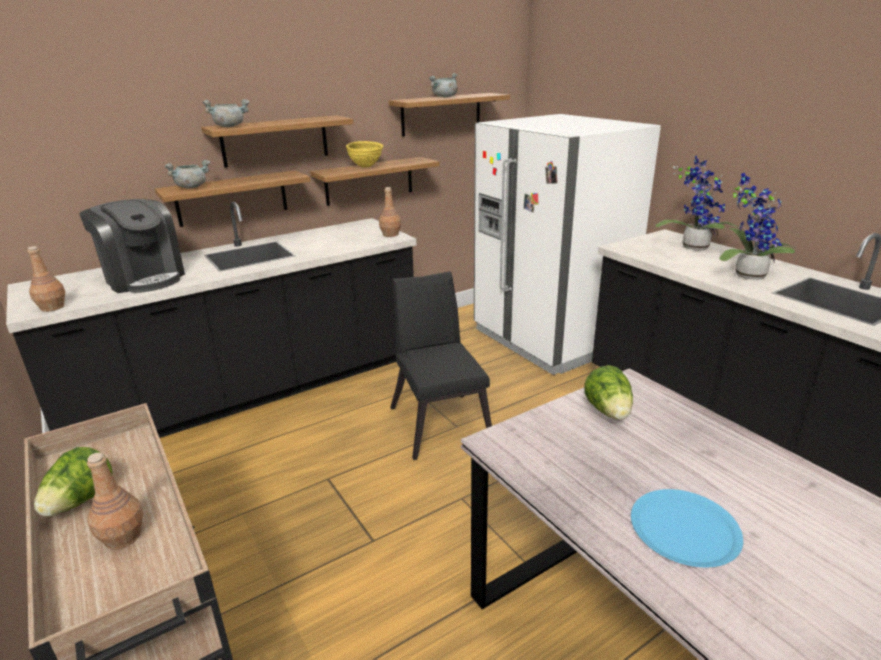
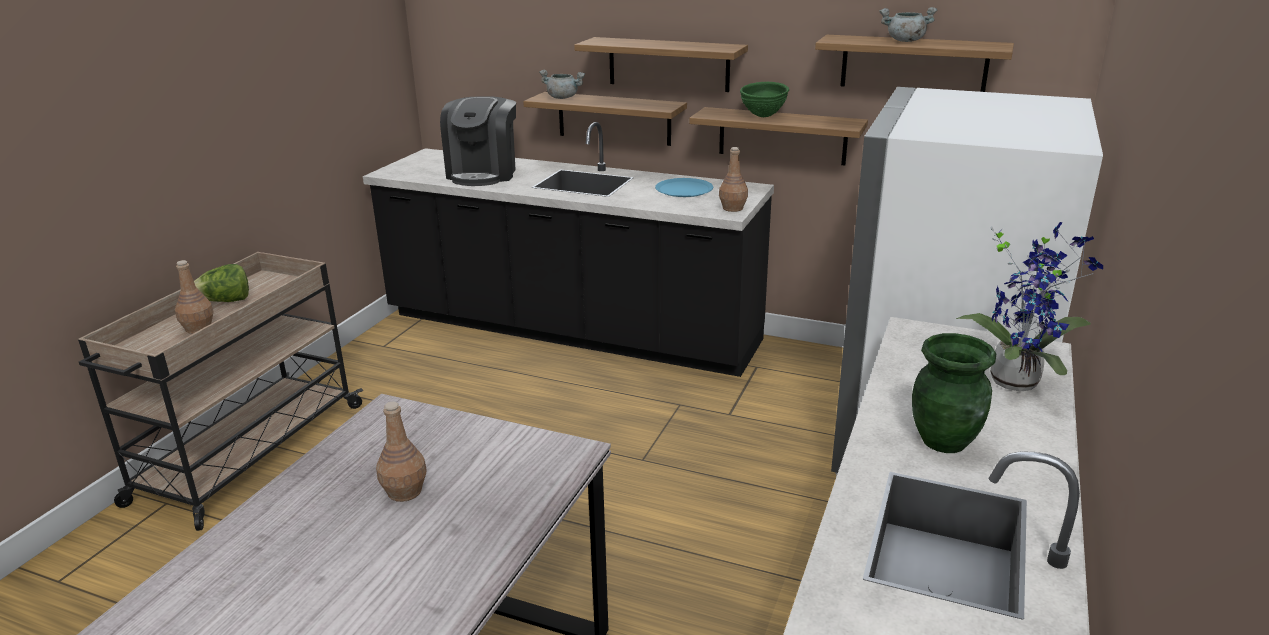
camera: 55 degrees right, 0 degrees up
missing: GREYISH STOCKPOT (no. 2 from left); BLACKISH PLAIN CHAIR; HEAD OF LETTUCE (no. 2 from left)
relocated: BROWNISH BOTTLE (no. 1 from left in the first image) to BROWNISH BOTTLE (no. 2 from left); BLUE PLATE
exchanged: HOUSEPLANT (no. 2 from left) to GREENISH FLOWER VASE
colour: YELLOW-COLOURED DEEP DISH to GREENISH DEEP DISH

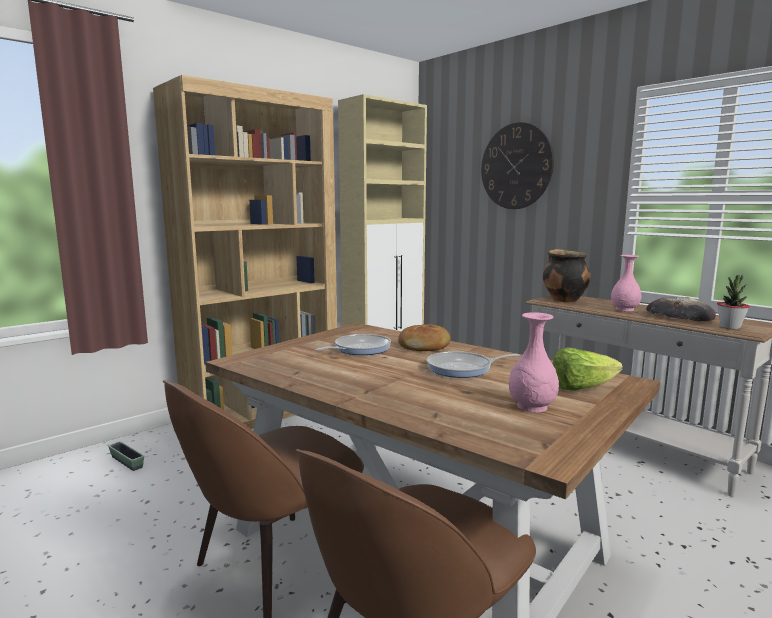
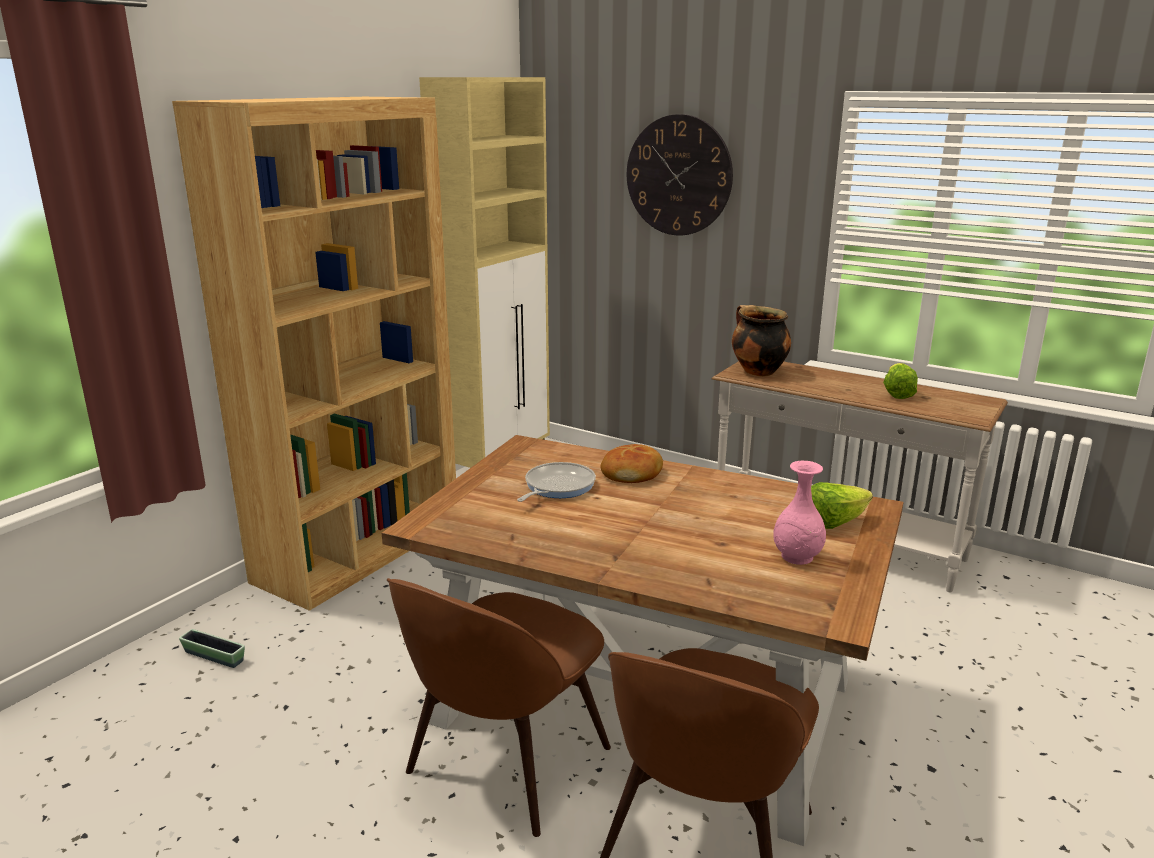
camera: 15 degrees left, 10 degrees up
missing: PAN (no. 2 from left); PINK-COLOURED FLOWER VASE (no. 2 from left); HOUSEPLANT
exchanged: BAKED BREAD (no. 2 from left) to HEAD OF LETTUCE (no. 2 from left)

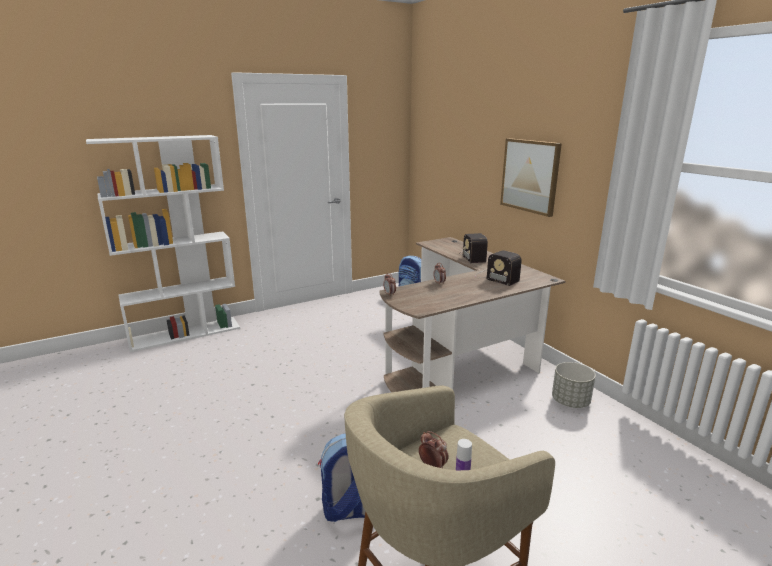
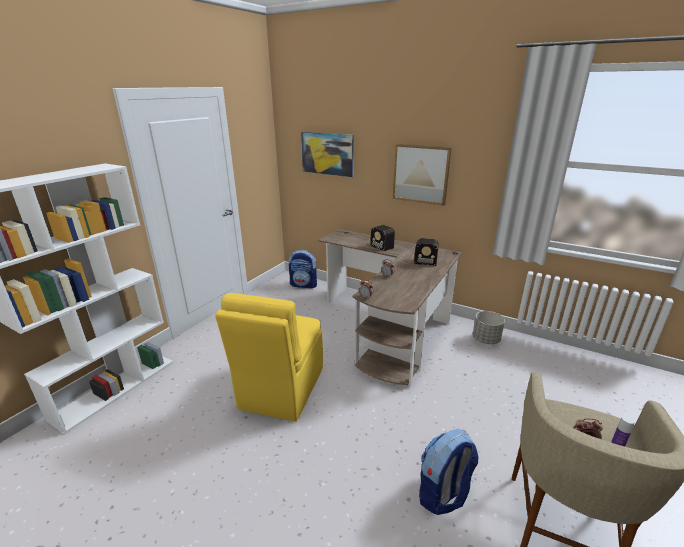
camera: 30 degrees left, 5 degrees up
appeared: YELLOW-COLOURED PLAIN CHAIR; WALL ART (no. 1 from left)

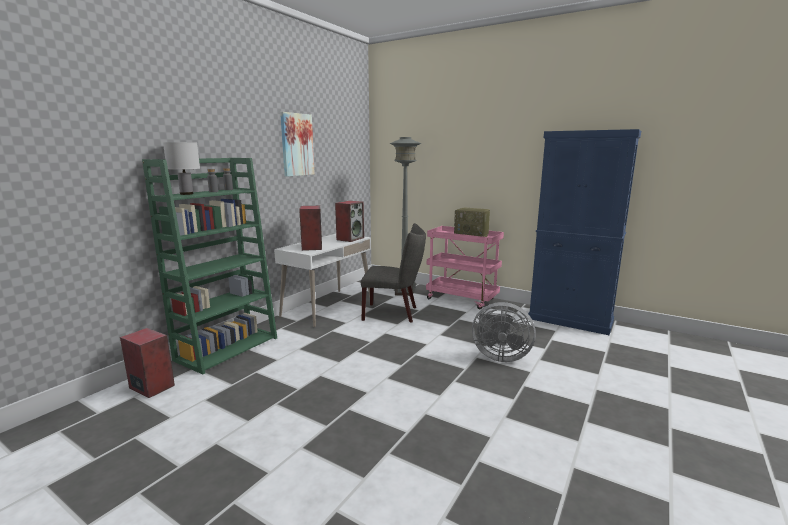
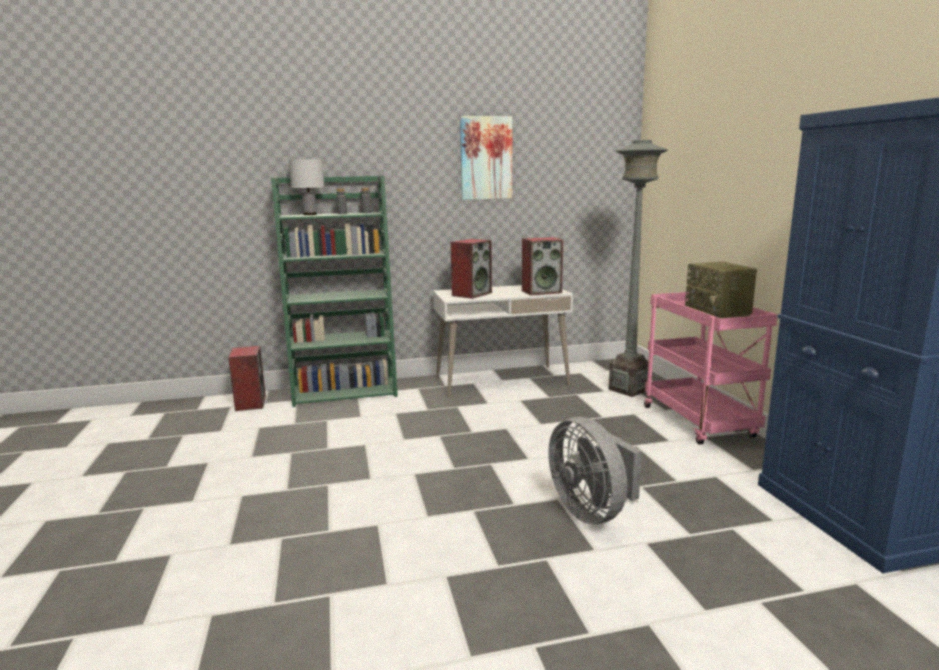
camera: 45 degrees right, 0 degrees up
missing: GREYISH PLAIN CHAIR

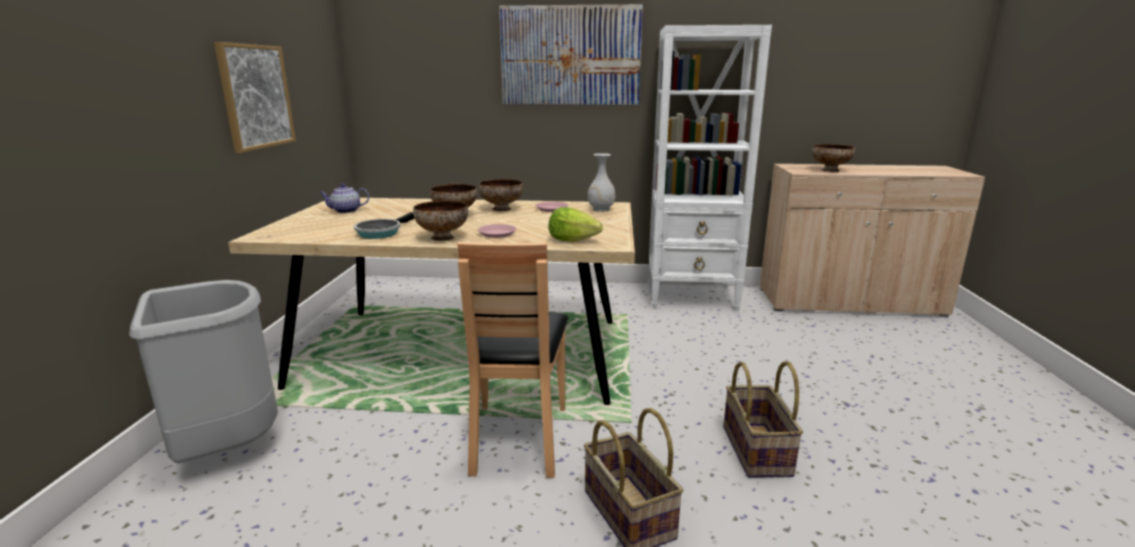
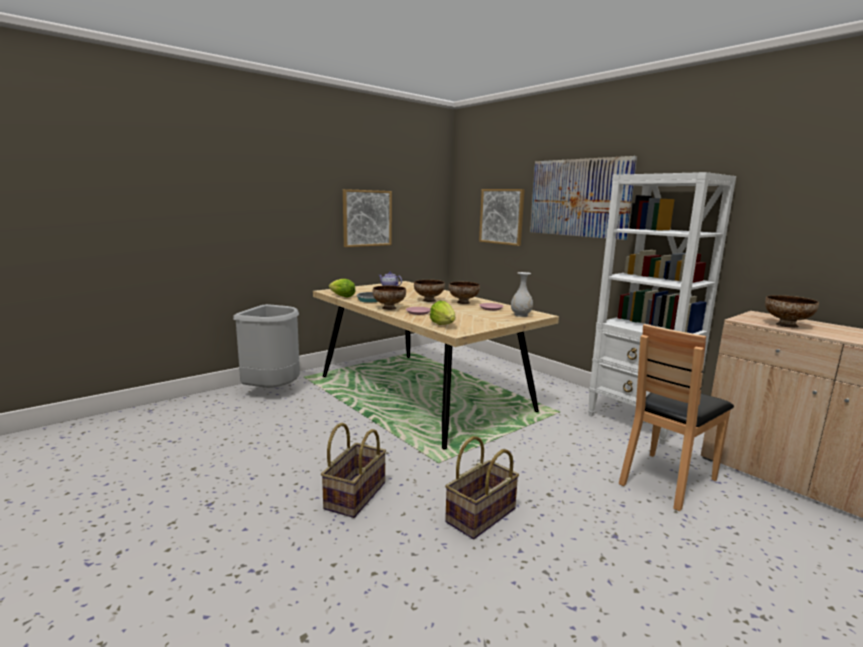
camera: 45 degrees right, 5 degrees down
appeared: HEAD OF LETTUCE (no. 1 from left); WALL ART (no. 2 from left)
relocated: BROWNISH PLAIN CHAIR

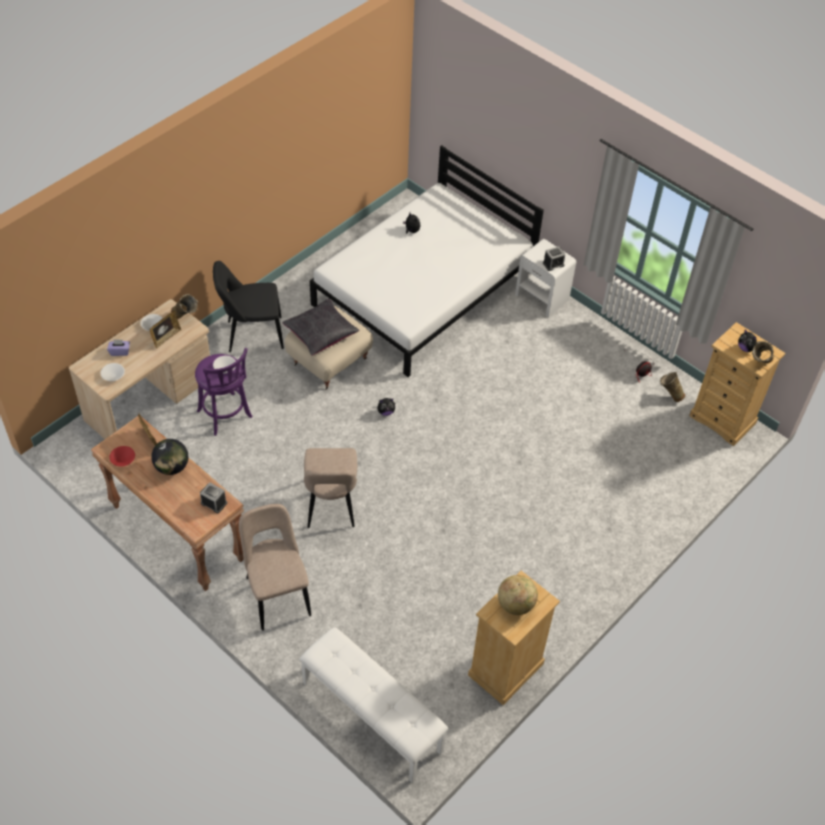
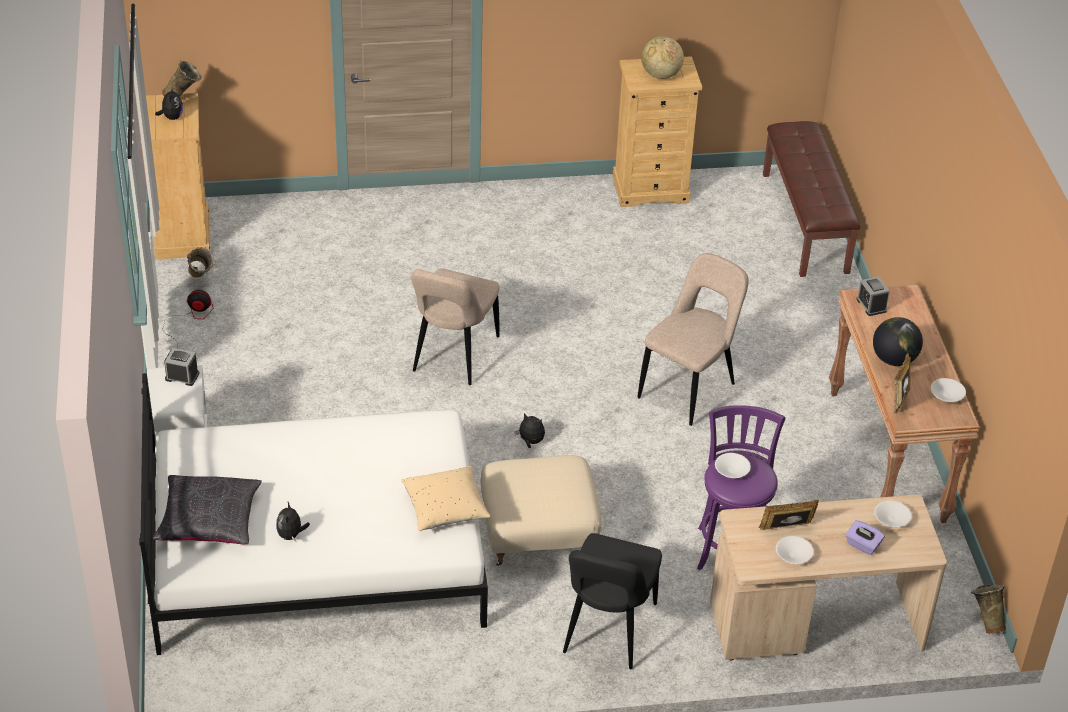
camera: 140 degrees left, 10 degrees down
appeared: BEIGE-COLOURED THROW PILLOW
relocated: BLACKISH THROW PILLOW; BEIGE-COLOURED PLAIN CHAIR (no. 1 from left); BEIGE-COLOURED FLOWER VASE (no. 1 from left in the first image) to BEIGE-COLOURED FLOWER VASE (no. 3 from left)
colour: WHITE INDOOR BENCH to BROWNISH INDOOR BENCH; REDDISH DEEP DISH to WHITE DEEP DISH (no. 4 from left)
spun: BLACKISH PLAIN CHAIR 75 degrees clockwise

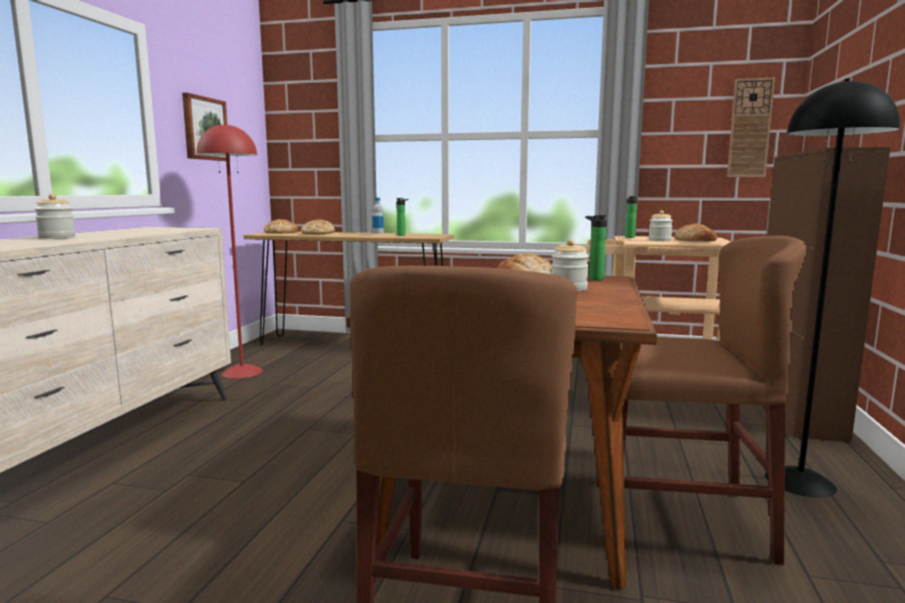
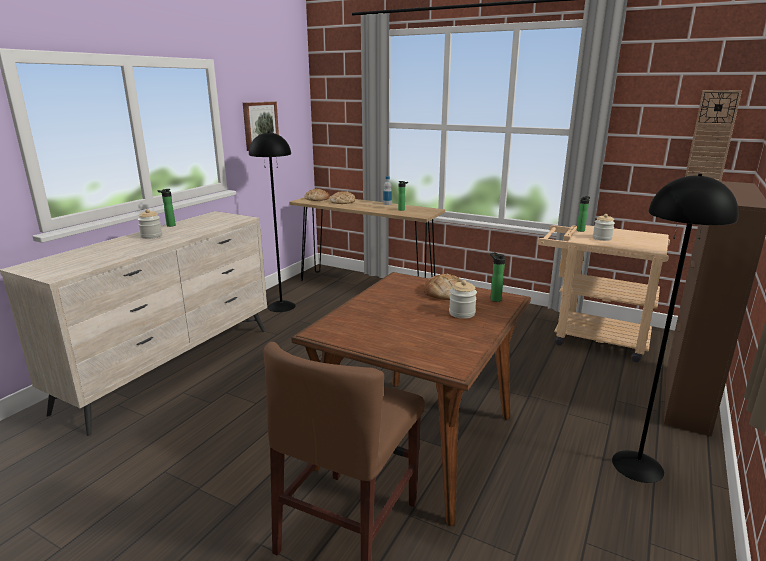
camera: 15 degrees right, 10 degrees up
missing: BROWNISH PLAIN CHAIR (no. 2 from left); BAKED BREAD (no. 4 from left)
appeared: BOTTLE (no. 1 from left)
colour: REDDISH FLOOR LAMP to BLACKISH FLOOR LAMP (no. 1 from left)

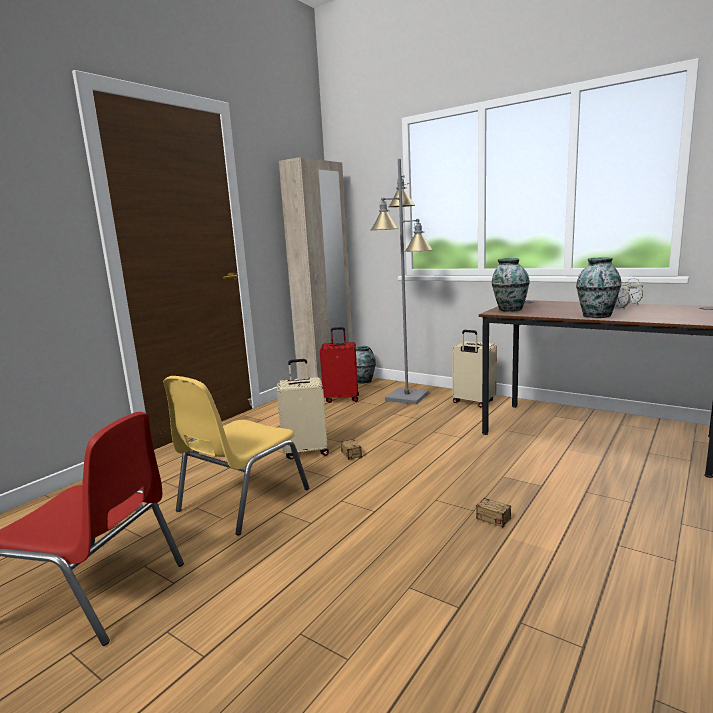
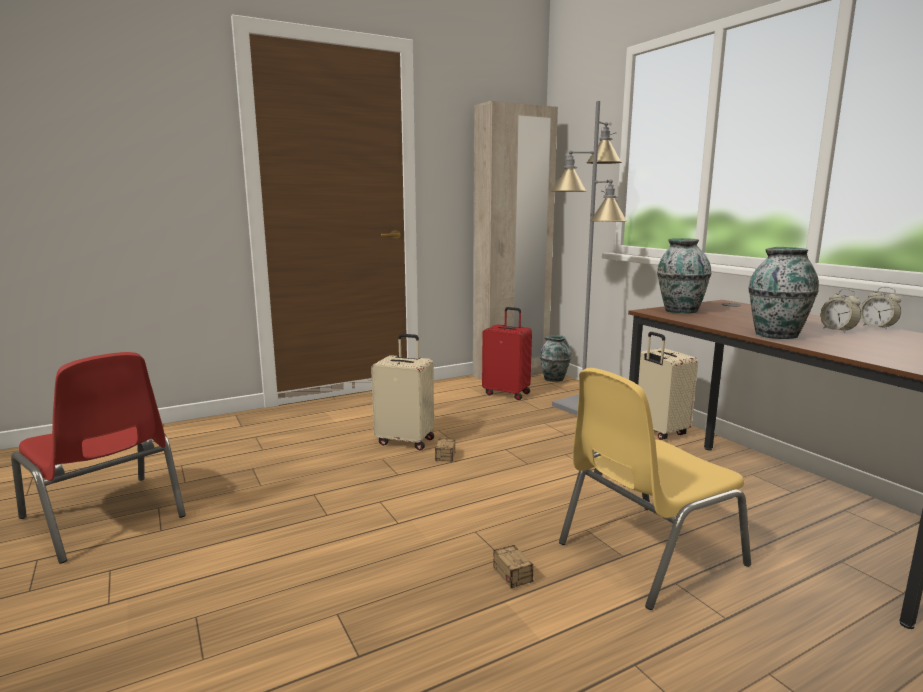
camera: 25 degrees right, 0 degrees up
relocated: YELLOW-COLOURED PLAIN CHAIR

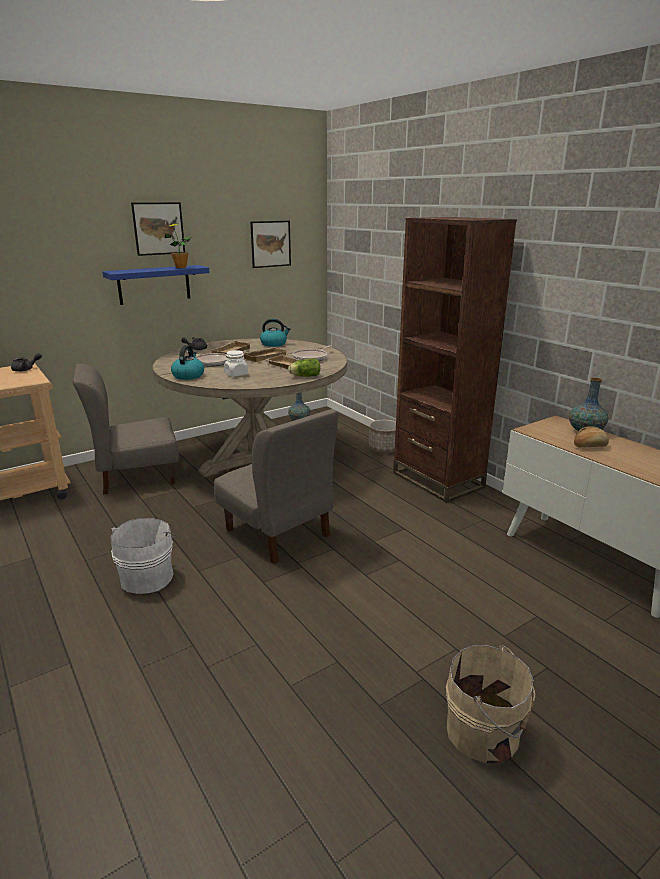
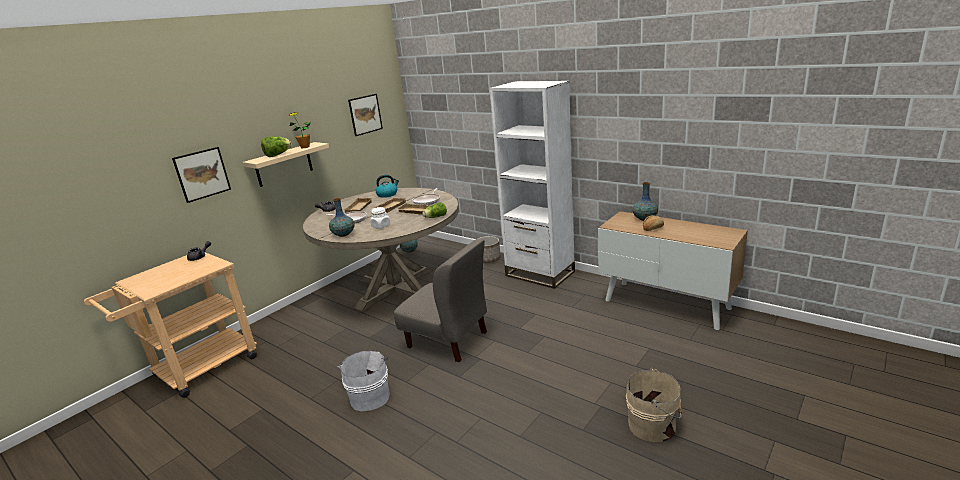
camera: 15 degrees left, 0 degrees up
missing: GREYISH PLAIN CHAIR (no. 1 from left)
appeared: HEAD OF LETTUCE (no. 1 from left)
relocated: WALL ART (no. 1 from left)
exchanged: WATER KETTLE (no. 1 from left) to FLOWER VASE (no. 1 from left)
colour: BLUE BRACKET SHELF to BEIGE-COLOURED BRACKET SHELF; BROWNISH SHELVING UNIT to WHITE SHELVING UNIT

